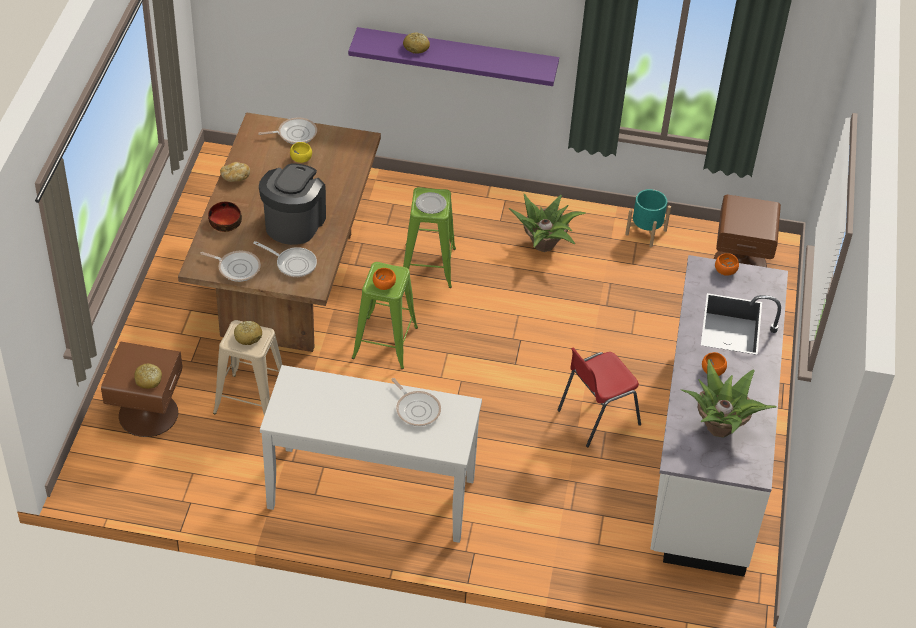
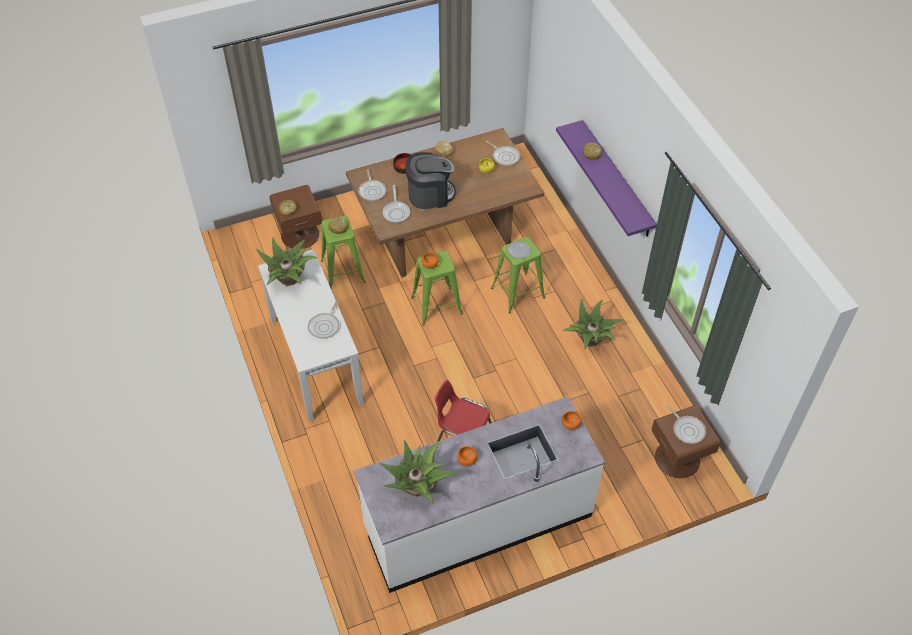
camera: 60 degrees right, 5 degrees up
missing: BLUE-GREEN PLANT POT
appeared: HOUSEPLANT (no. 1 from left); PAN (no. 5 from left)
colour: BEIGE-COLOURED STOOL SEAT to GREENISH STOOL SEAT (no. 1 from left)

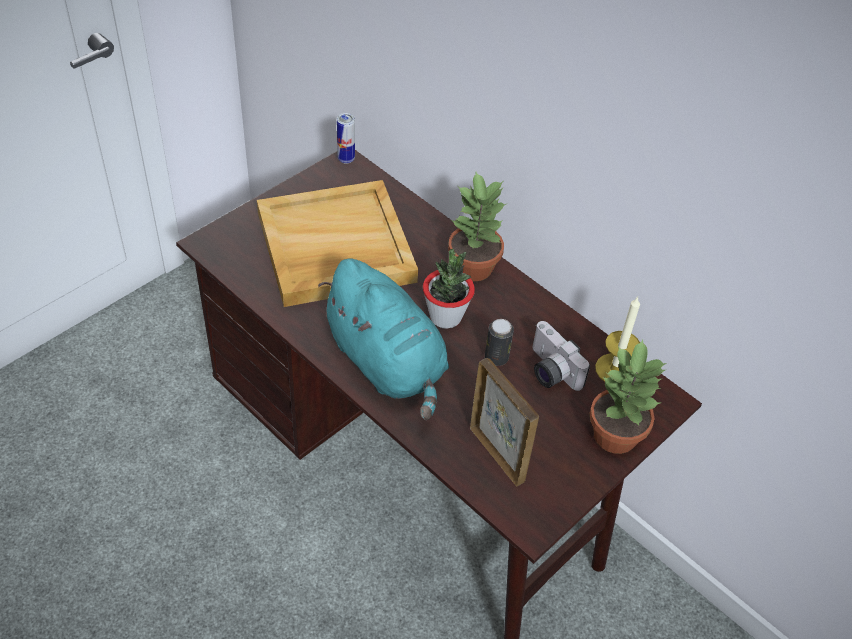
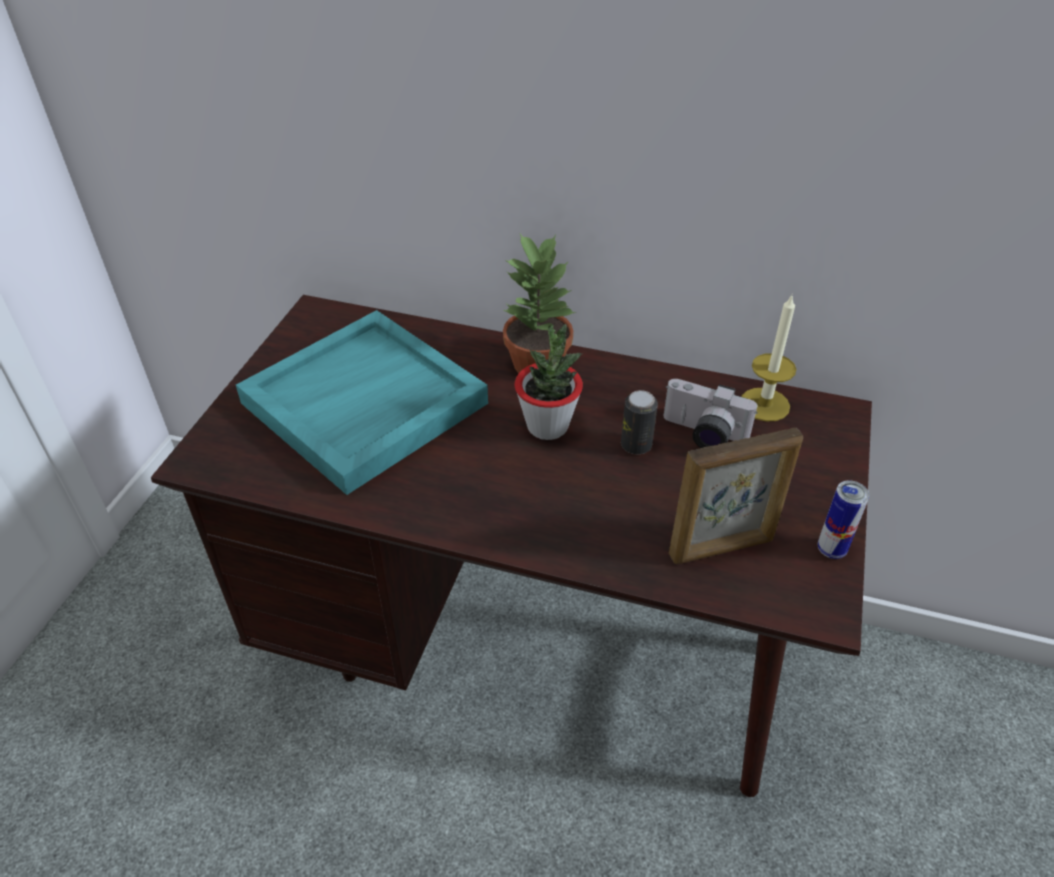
camera: 25 degrees left, 5 degrees down
missing: BLUE-GREEN PLUSH TOY; HOUSEPLANT (no. 3 from left)
relocated: METAL CAN (no. 1 from left in the first image) to METAL CAN (no. 2 from left)
colour: BEIGE-COLOURED SERVING TRAY to BLUE-GREEN SERVING TRAY
spun: PHOTO FRAME 135 degrees clockwise

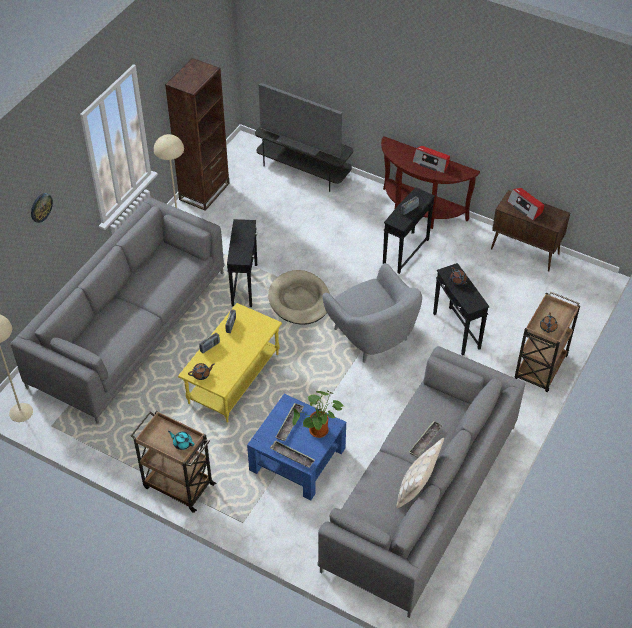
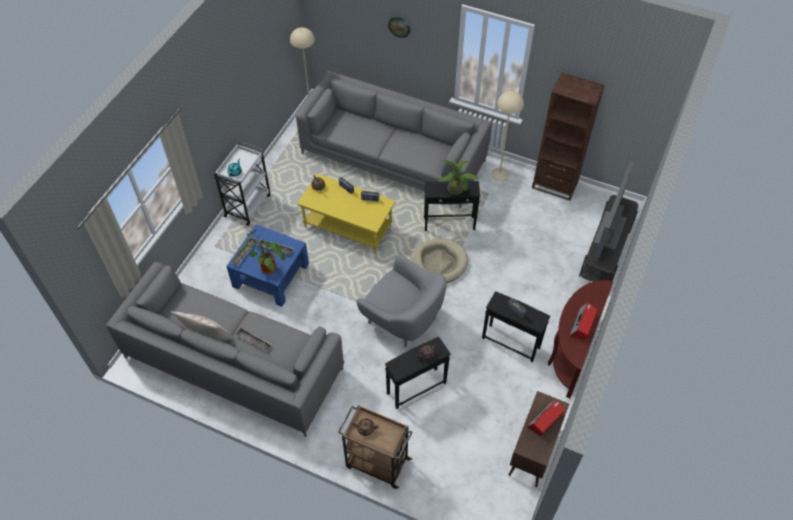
camera: 85 degrees right, 5 degrees up
appeared: HOUSEPLANT (no. 2 from left)
colour: BROWNISH TROLLEY (no. 1 from left) to WHITE TROLLEY
spun: GREYISH ARMCHAIR 105 degrees counterclockwise

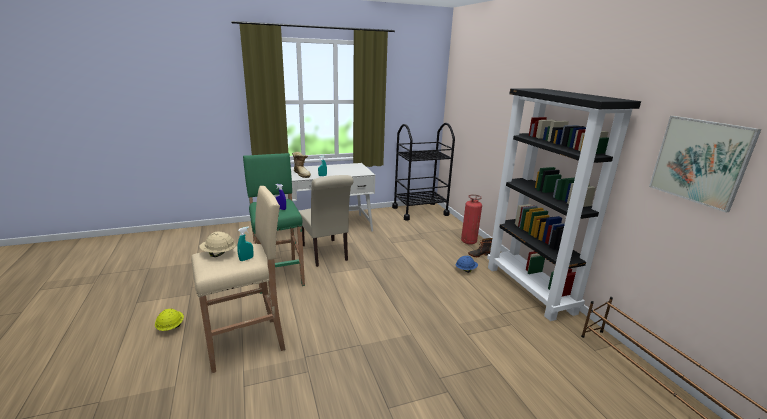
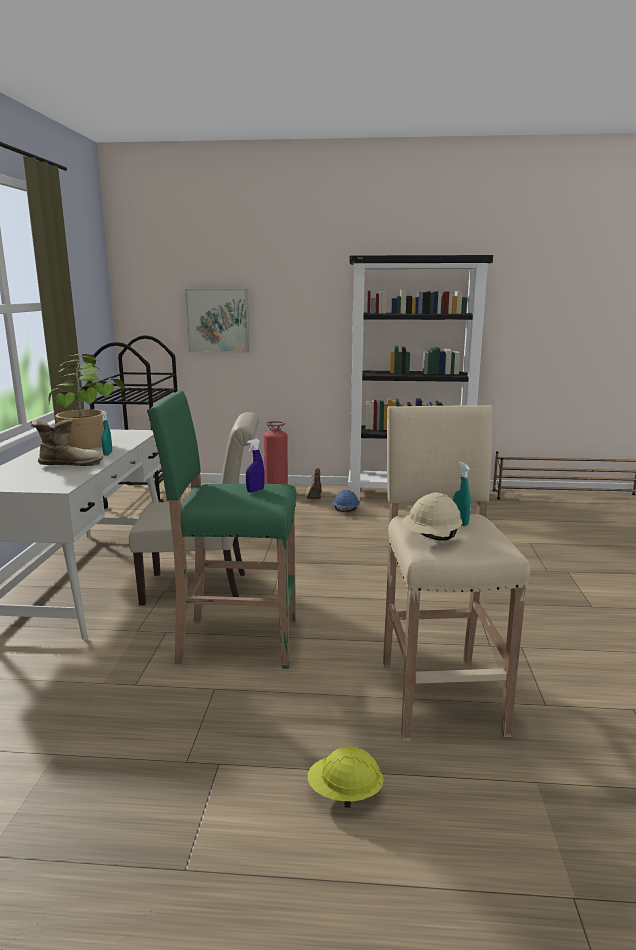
camera: 65 degrees left, 5 degrees down
appeared: HOUSEPLANT
relocated: WALL ART

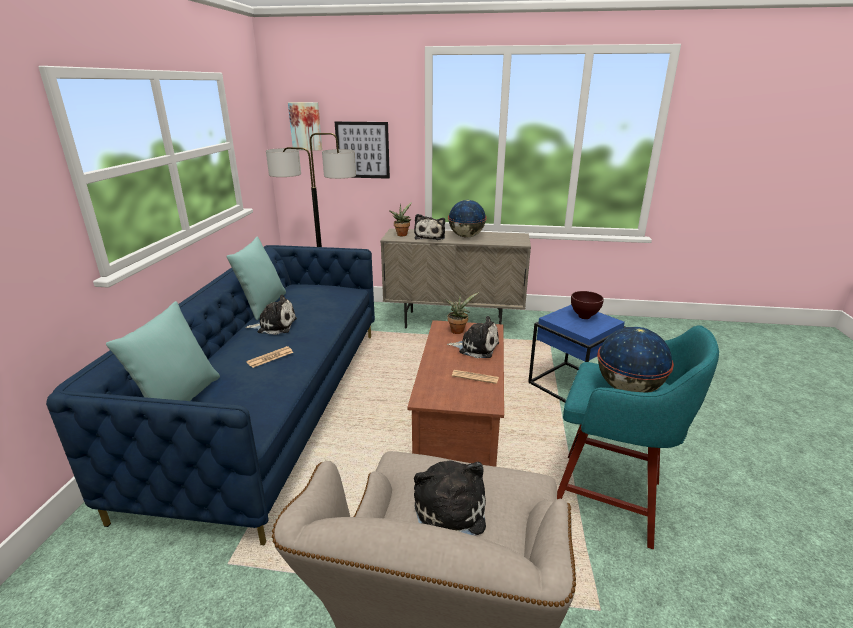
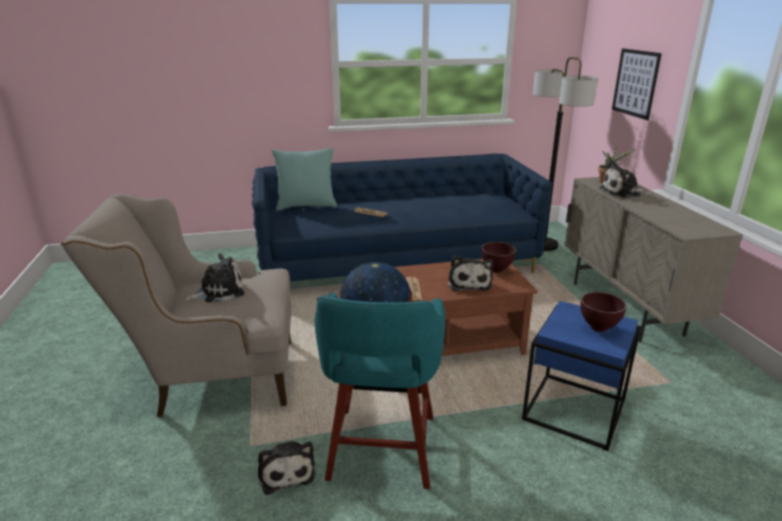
camera: 70 degrees right, 0 degrees up
missing: BLUE-GREEN THROW PILLOW (no. 2 from left); WALL ART (no. 1 from left); GLOBE (no. 1 from left)
relocated: PLUSH TOY (no. 1 from left in the first image) to PLUSH TOY (no. 2 from left)
exchanged: HOUSEPLANT (no. 2 from left) to BROWNISH DEEP DISH (no. 1 from left)

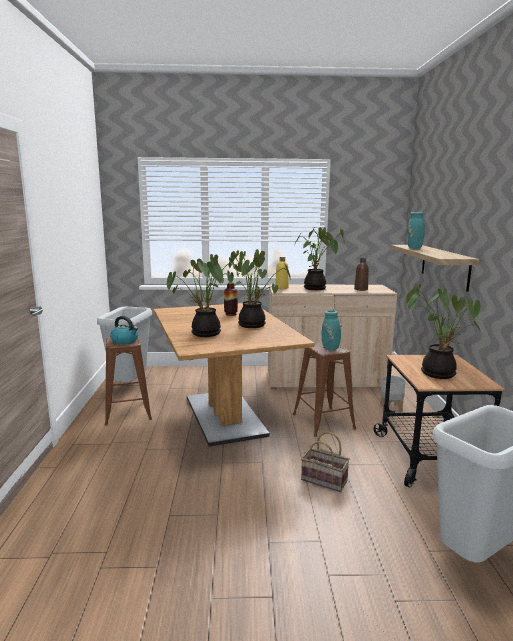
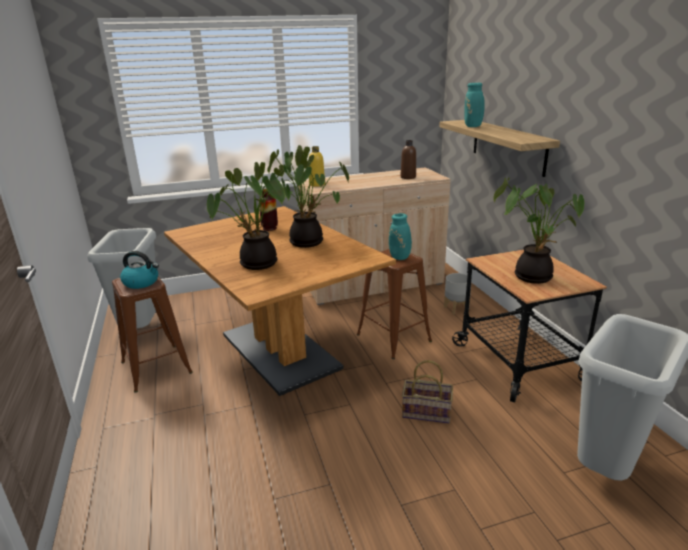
camera: 15 degrees left, 10 degrees up
missing: HOUSEPLANT (no. 3 from left)

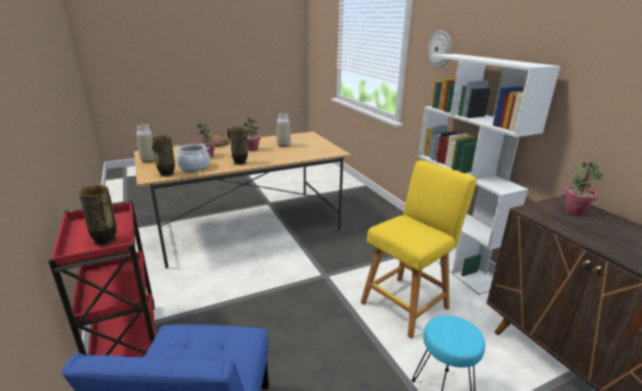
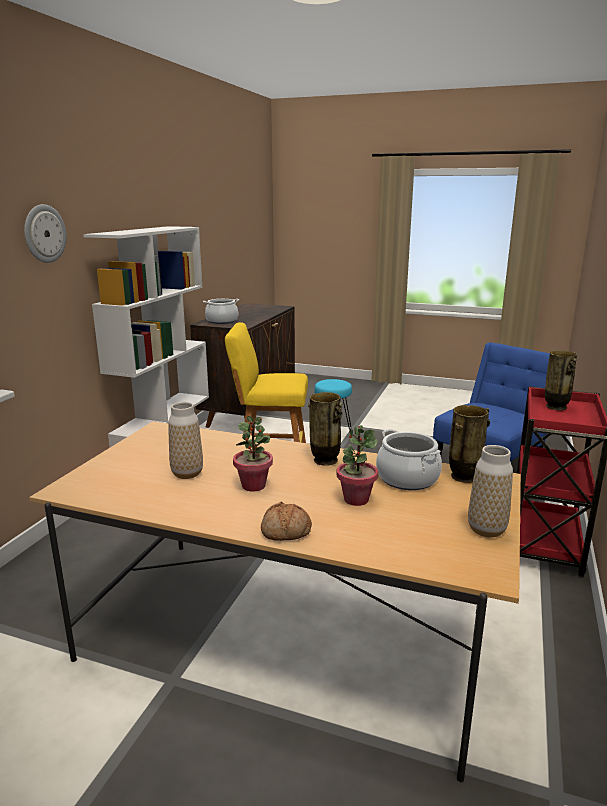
camera: 135 degrees left, 5 degrees down
exchanged: HOUSEPLANT (no. 3 from left) to STOCKPOT (no. 1 from left)

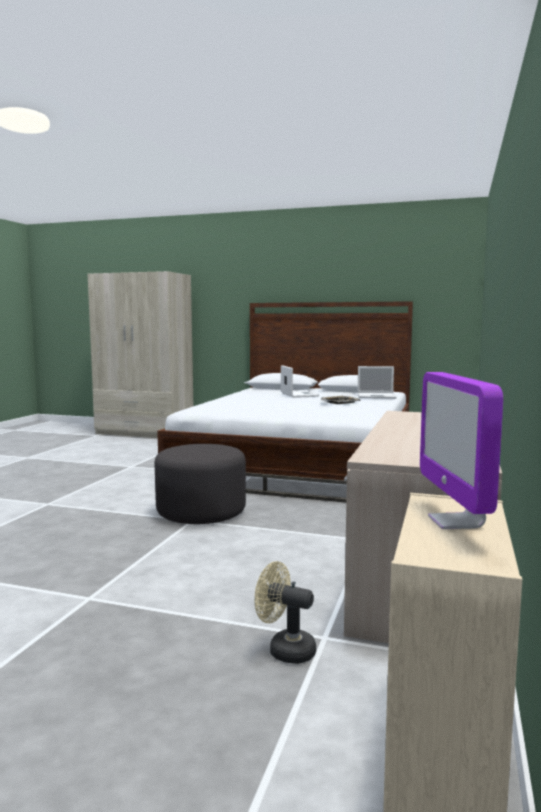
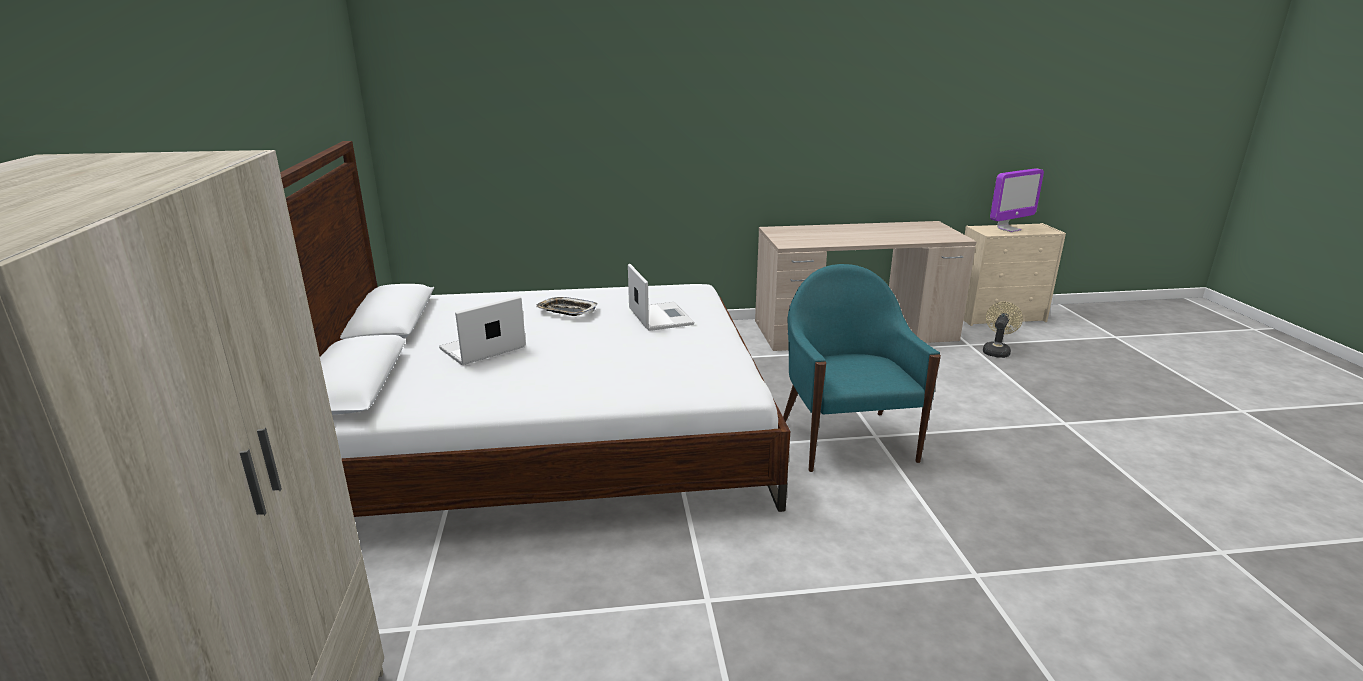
camera: 115 degrees left, 15 degrees up
relocated: PORTABLE COMPUTER (no. 2 from left)
exchanged: GREYISH POUFFE to BLUE-GREEN ARMCHAIR
spun: BEIGE-COLOURED FAN 150 degrees counterclockwise

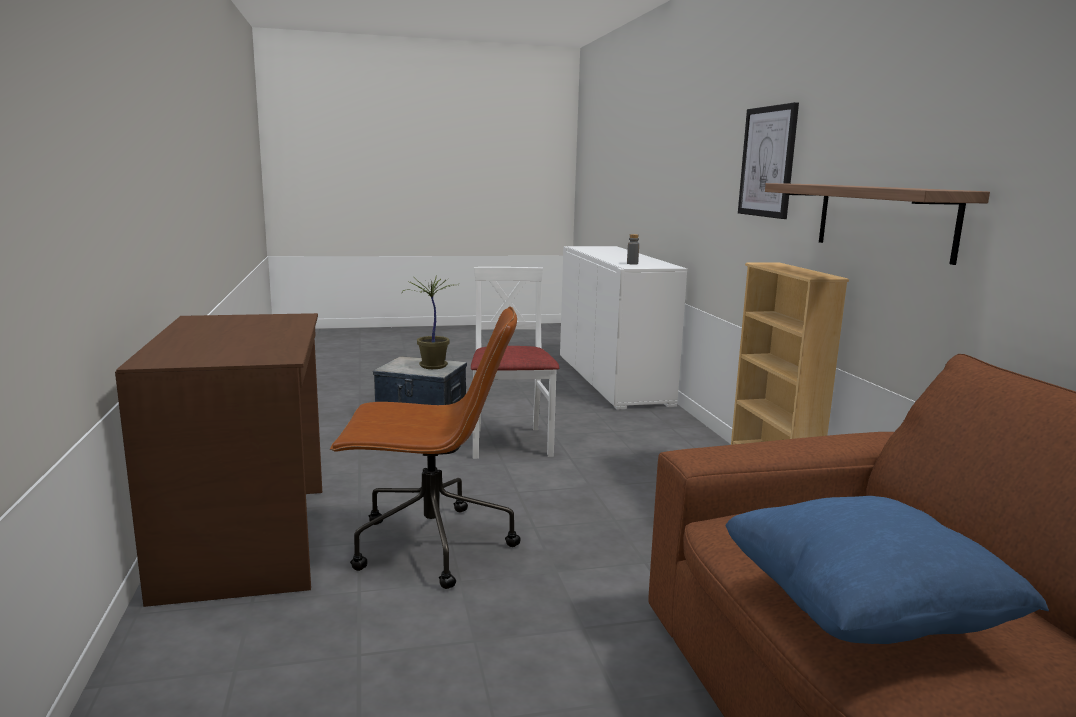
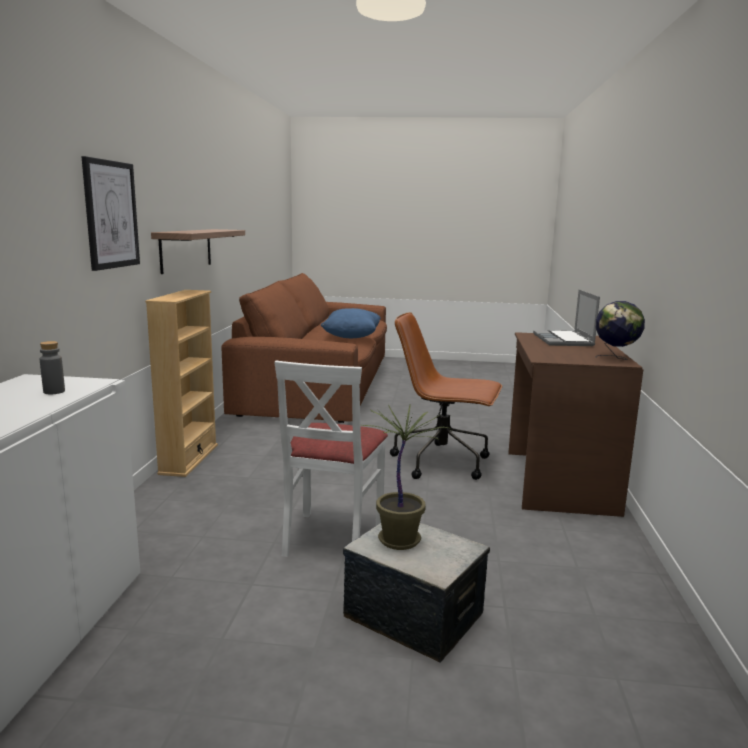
camera: 160 degrees left, 0 degrees up
appeared: PORTABLE COMPUTER; GLOBE

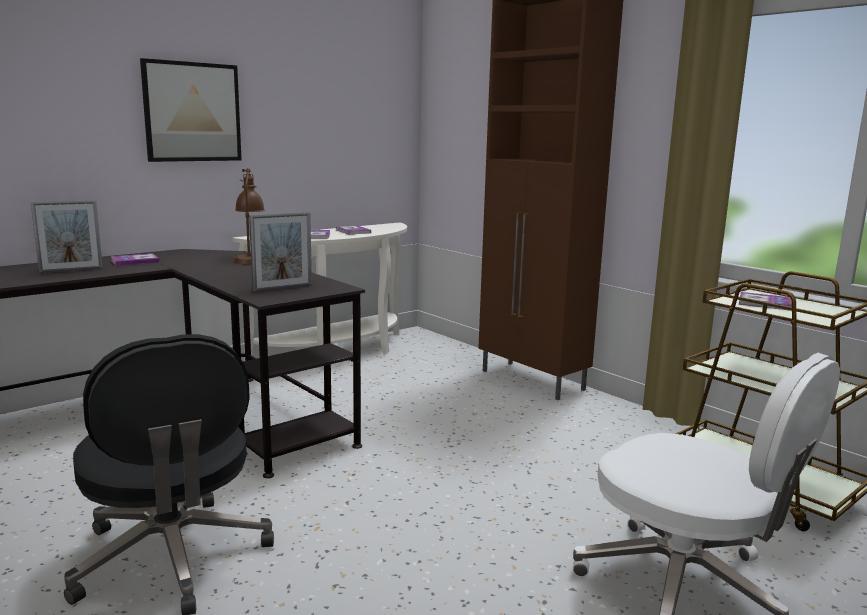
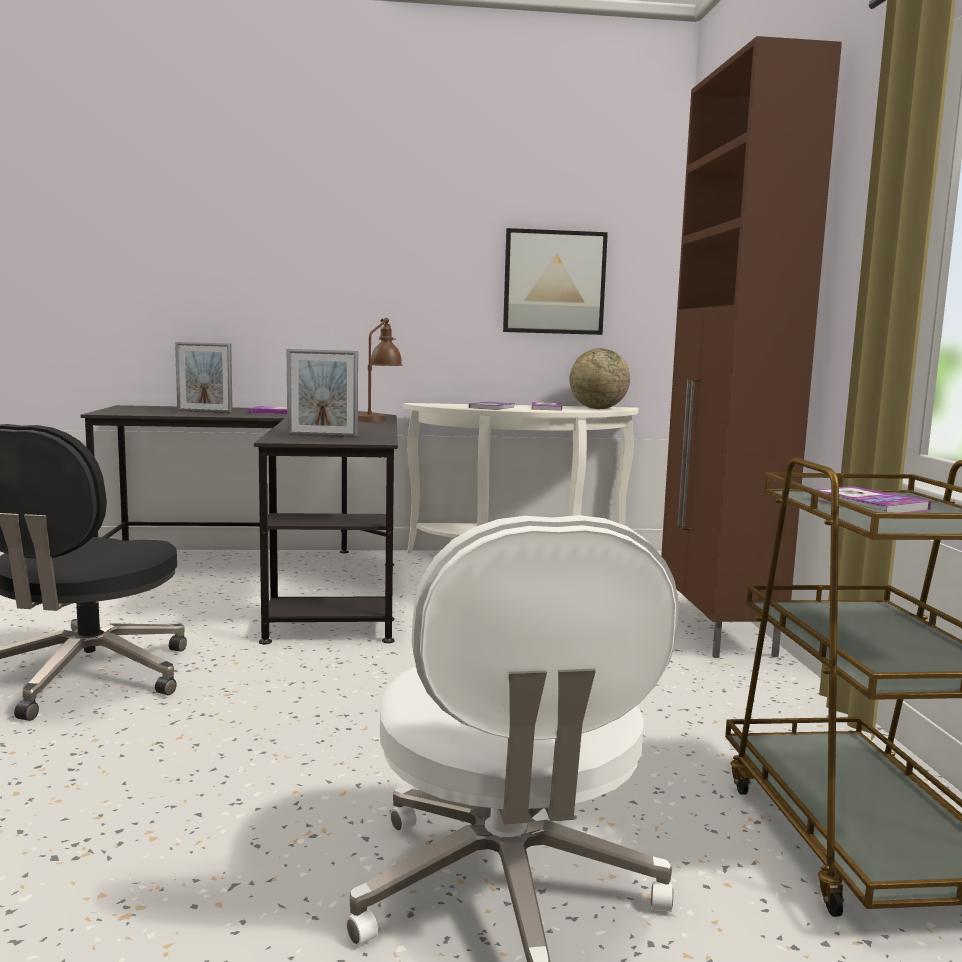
camera: 35 degrees right, 5 degrees down
appeared: GLOBE
relocated: WALL ART

